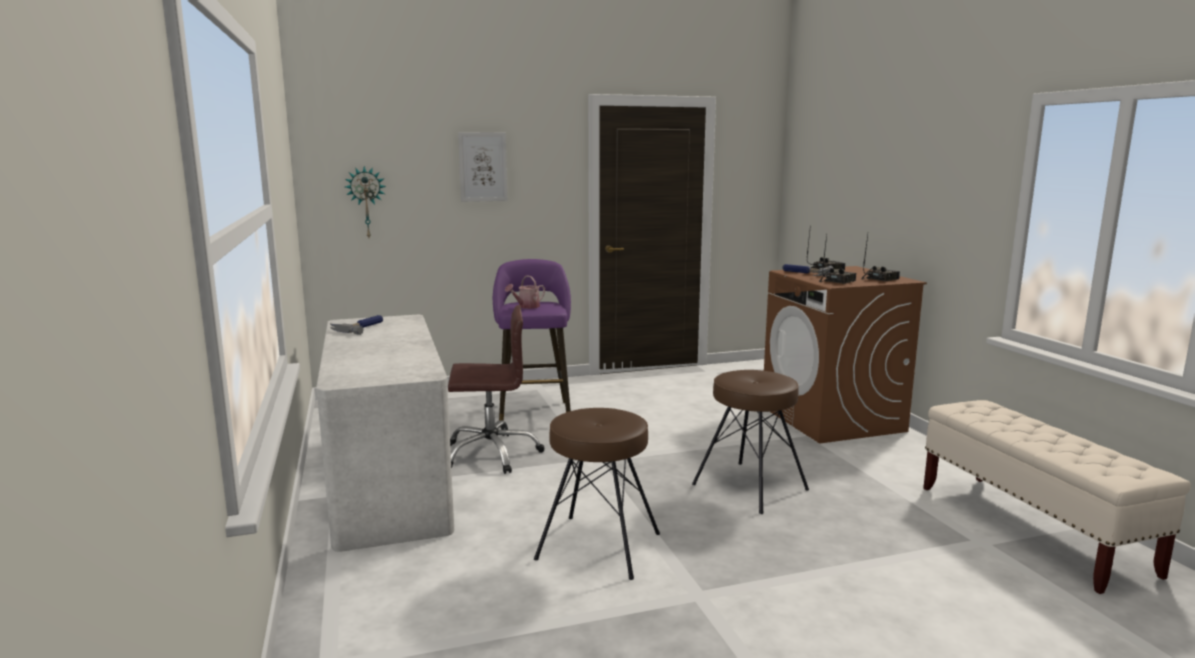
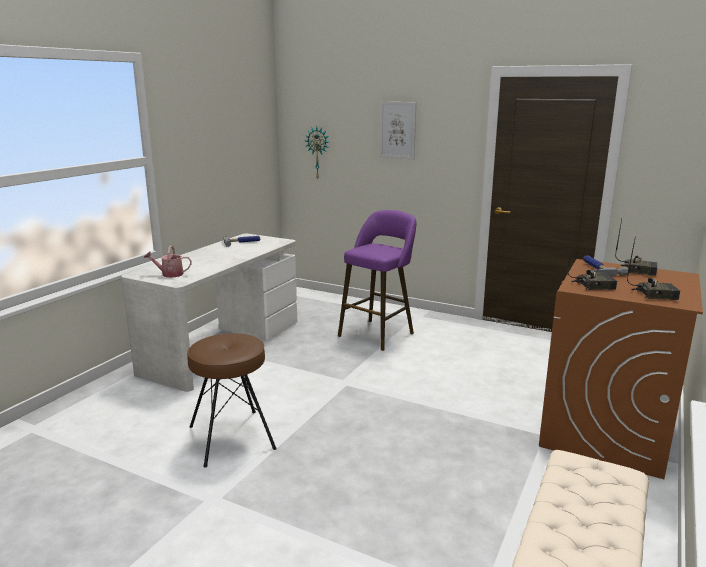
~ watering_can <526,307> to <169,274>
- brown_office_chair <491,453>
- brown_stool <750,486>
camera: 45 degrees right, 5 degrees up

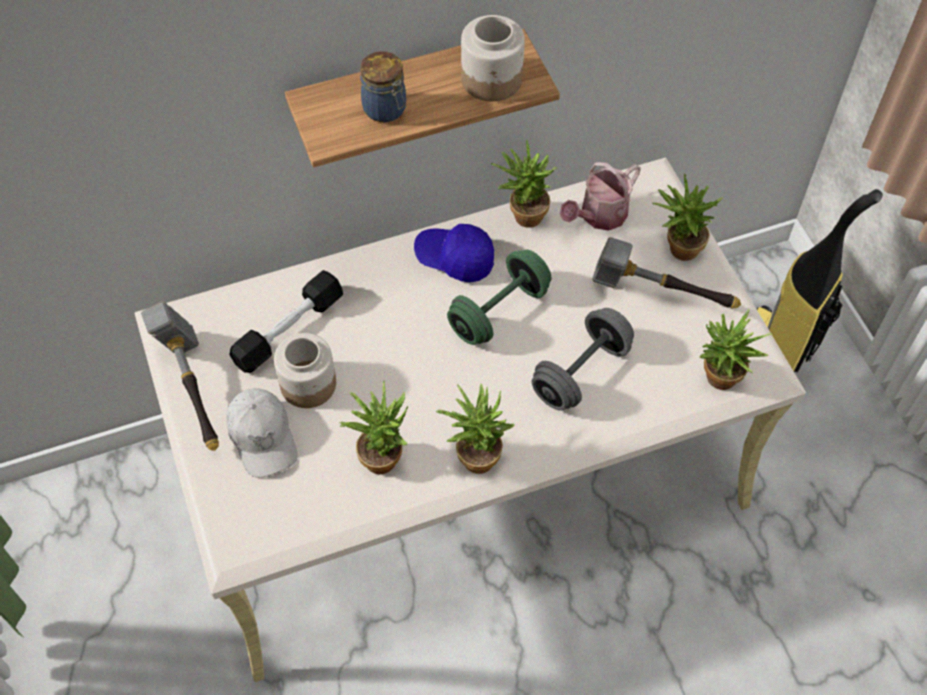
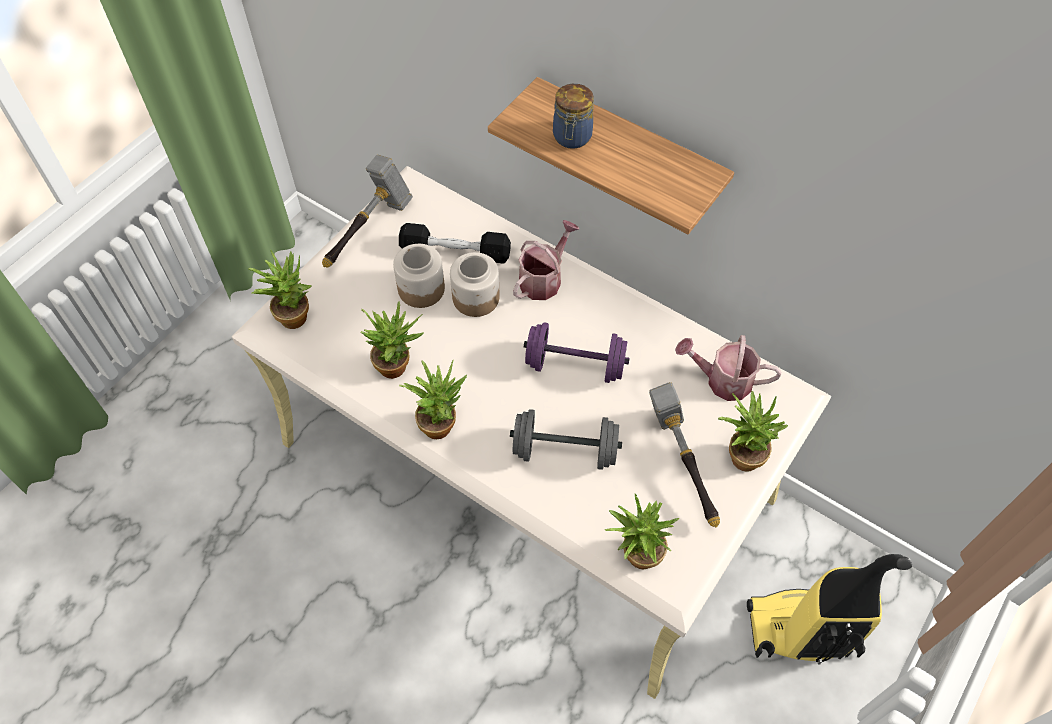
~ jar <492,80> to <475,298>
~ potted_plant <522,215> to <292,313>
- blue_cap <455,259>
~ green_dumbbell <499,311> to purple_dumbbell <575,365>
- white_cap <263,437>
+ watering_can <544,279>
camera: 55 degrees right, 0 degrees up

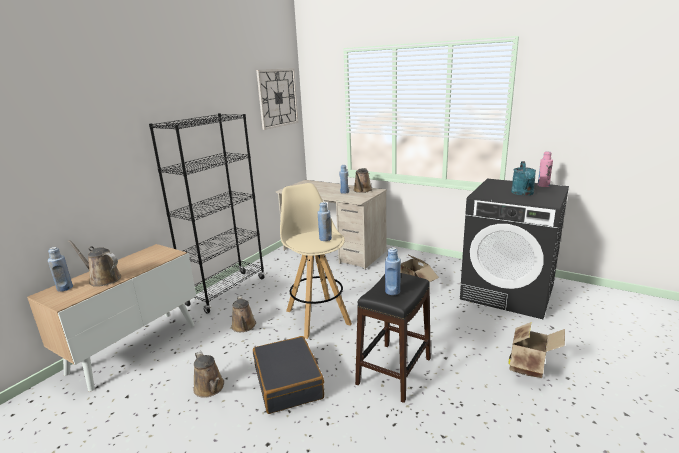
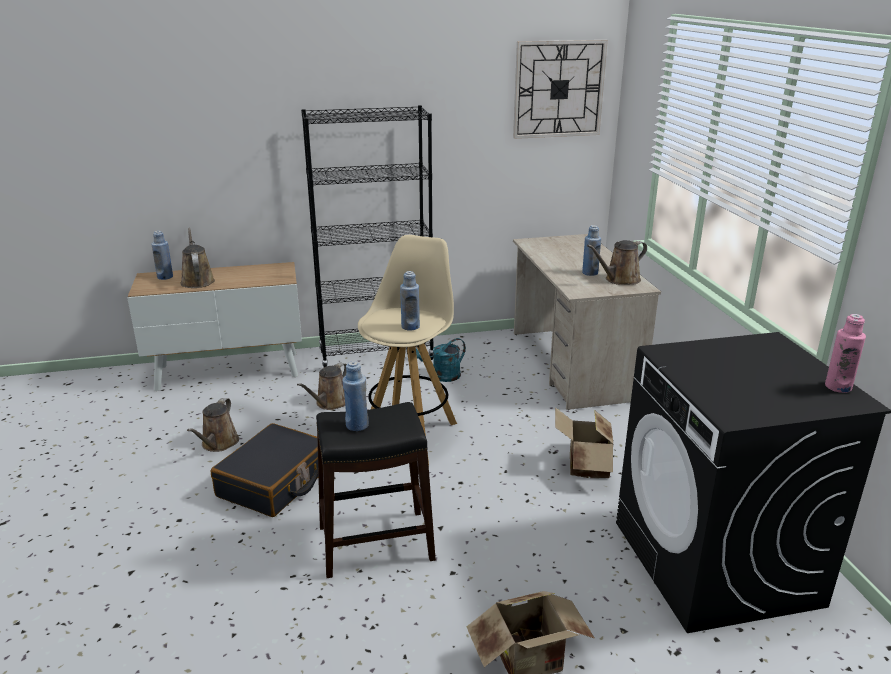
~ turquoise_watering_can <523,193> to <441,377>
camera: 45 degrees right, 5 degrees up

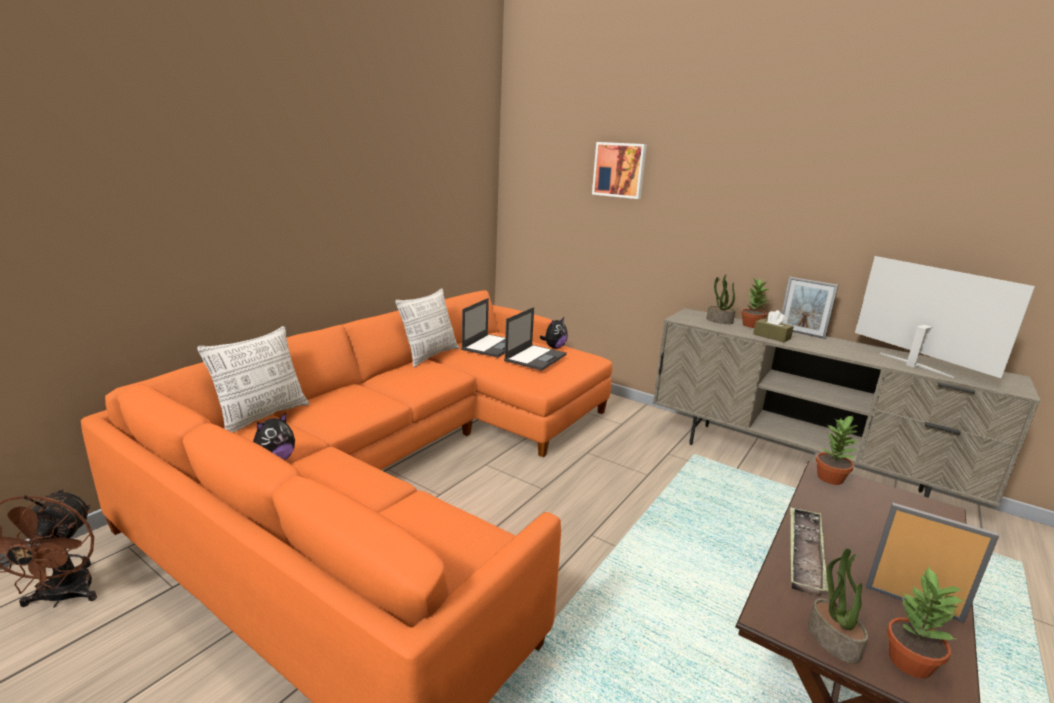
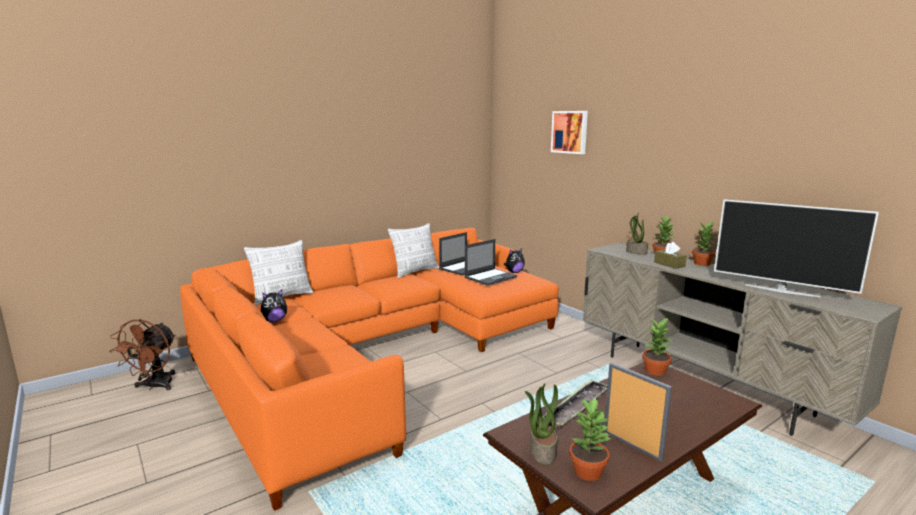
~ television <914,365> = <781,290> 135 degrees clockwise
~ picture_frame <801,333> to potted_plant <702,264>
camera: 20 degrees right, 5 degrees down

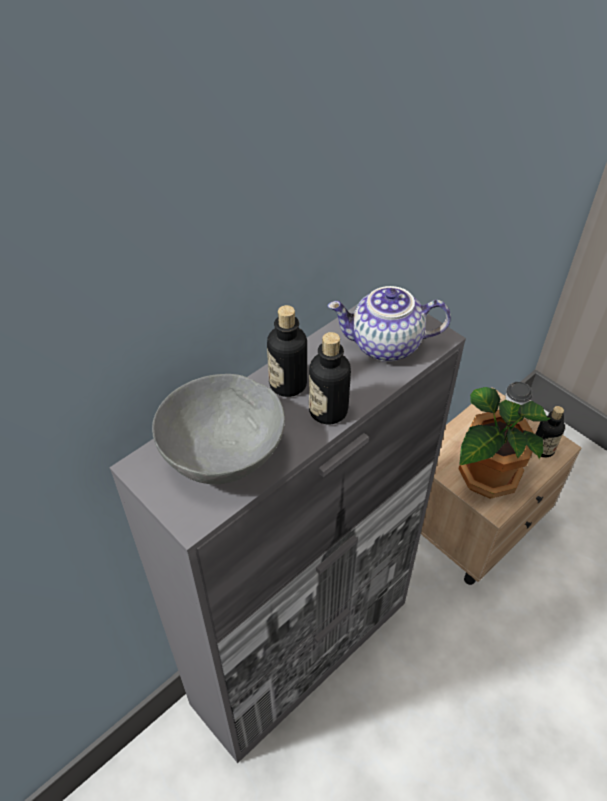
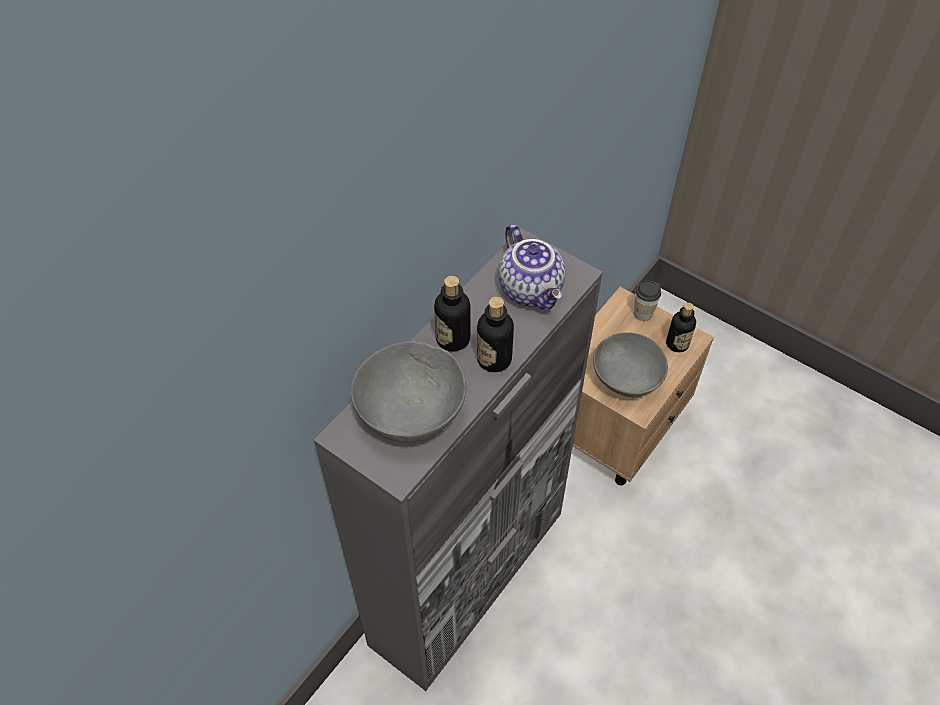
~ teapot <385,346> = <532,289> 105 degrees counterclockwise
~ potted_plant <486,476> to grey_bowl <626,379>
camera: 10 degrees left, 5 degrees up

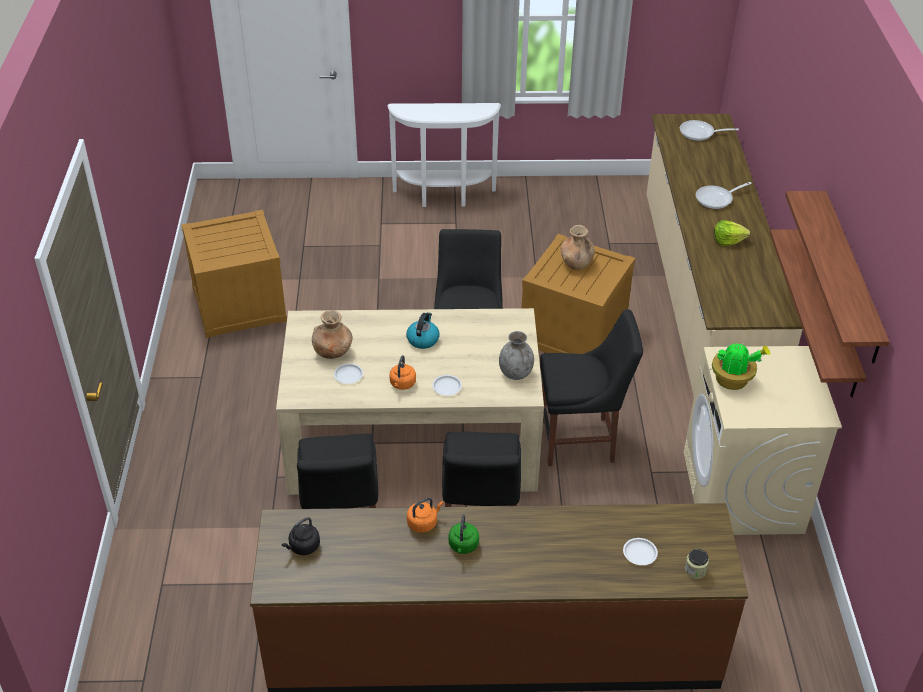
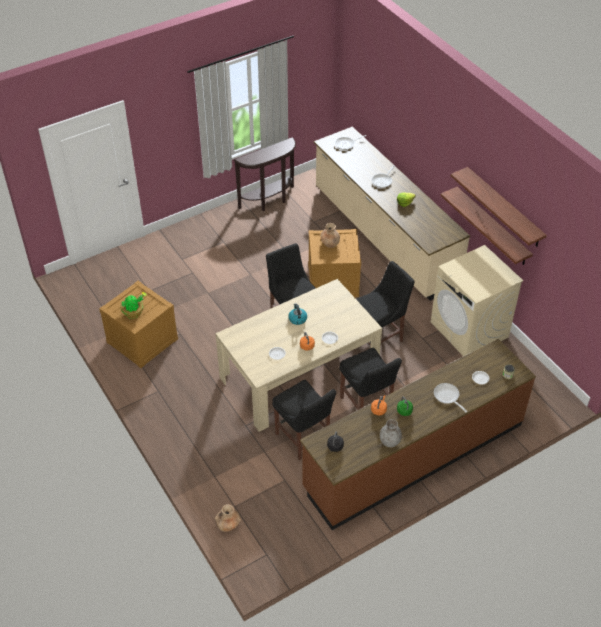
- white_console_table <444,197>
~ brown_vase <333,351> to <228,524>
~ grey_vase <516,373> to <390,441>
~ potted_plant <733,380> to <134,313>
+ brown_console_table <270,201>
+ frying_pan <447,397>
camera: 30 degrees left, 5 degrees up

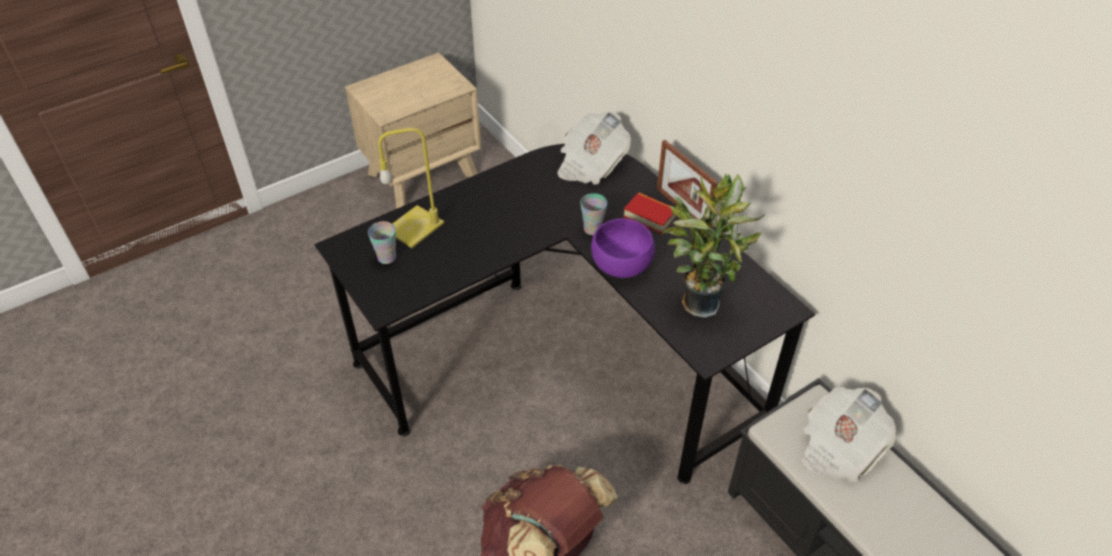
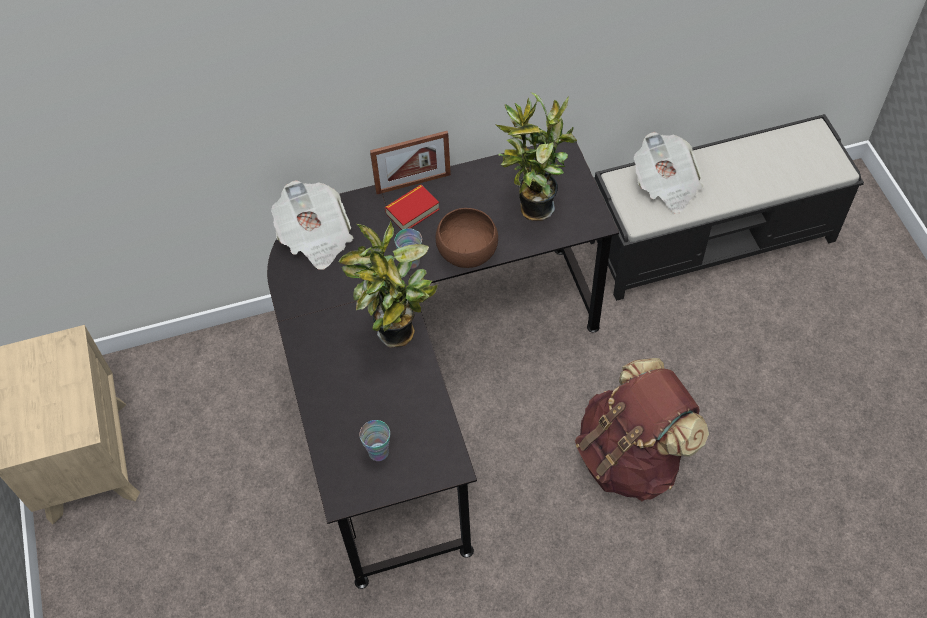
- yellow_table_lamp <415,226>
~ purple_bowl <622,264> to brown_bowl <467,251>
+ potted_plant <397,336>
camera: 70 degrees left, 10 degrees up

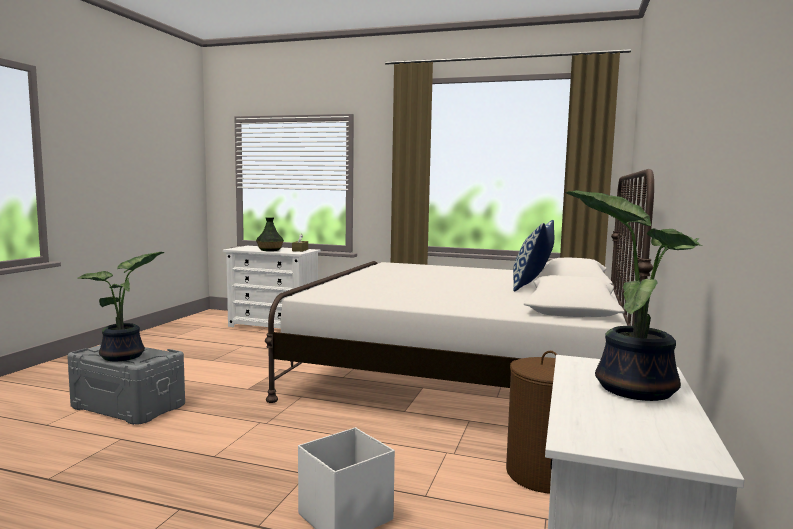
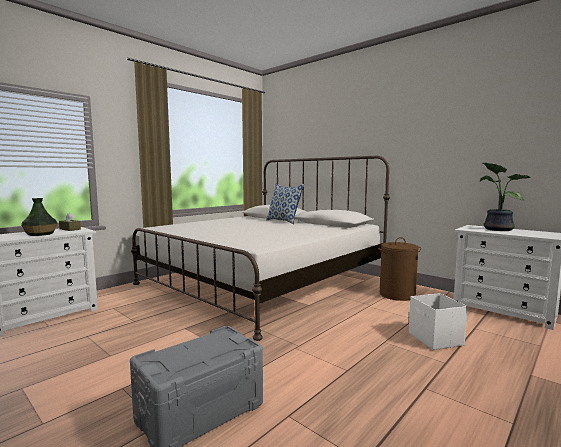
- potted_plant <125,356>
camera: 65 degrees left, 0 degrees up

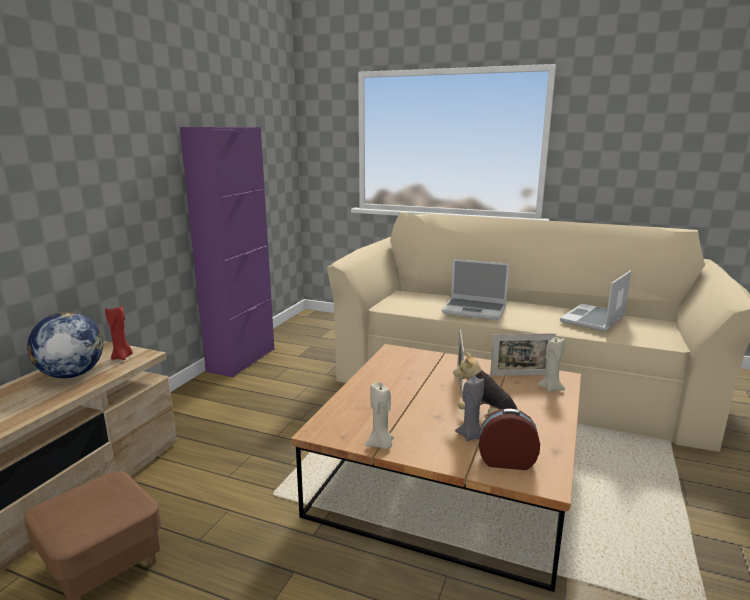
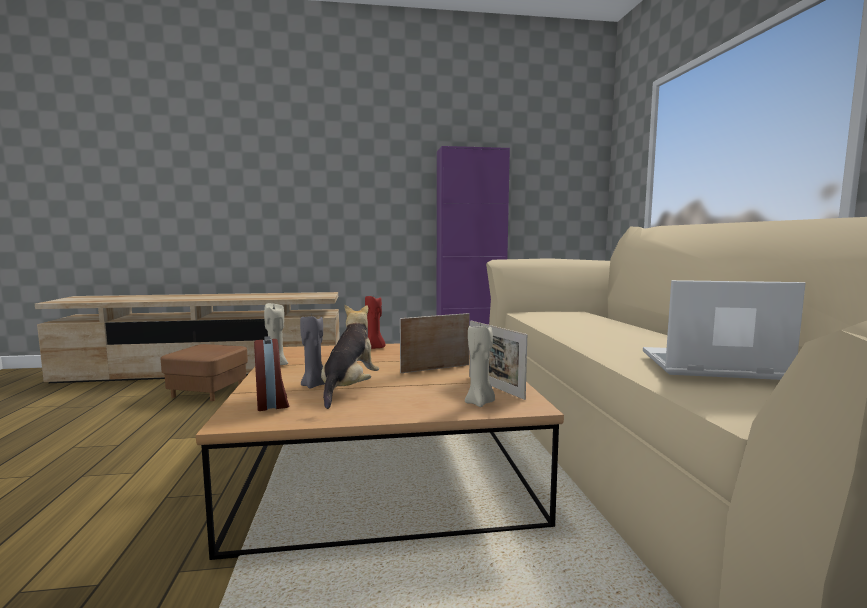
- laptop <475,310>
~ red_candle <122,357> to <374,348>
- globe <71,375>
camera: 60 degrees right, 10 degrees down

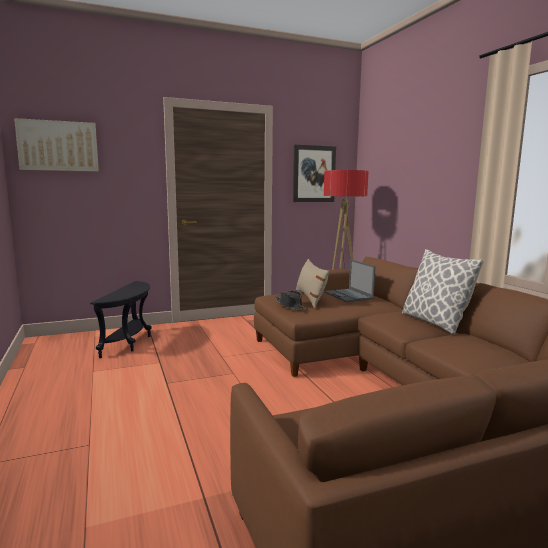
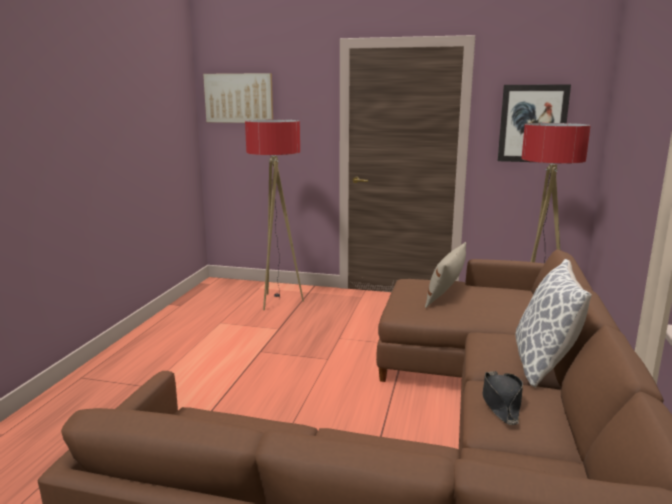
- laptop <348,295>
~ black_side_table <130,342> to floor_lamp <278,301>
~ black_hat <290,305> to <500,402>
camera: 35 degrees right, 5 degrees up

